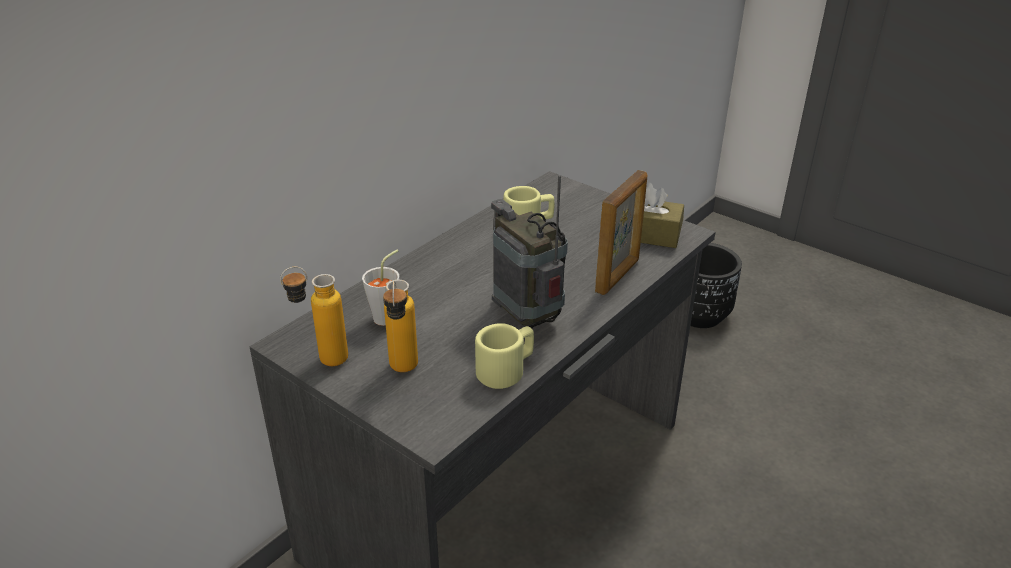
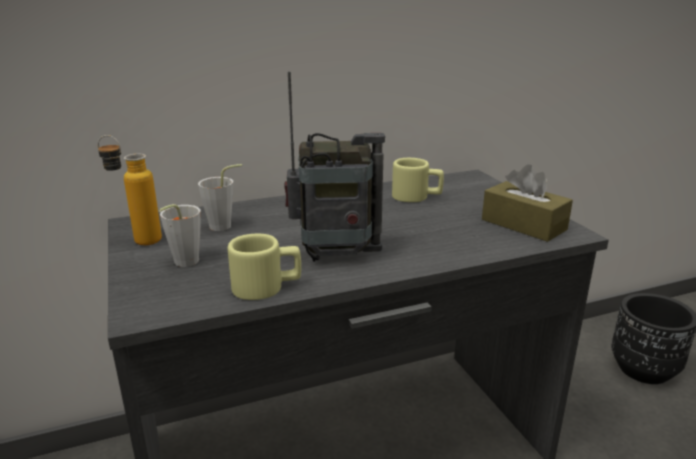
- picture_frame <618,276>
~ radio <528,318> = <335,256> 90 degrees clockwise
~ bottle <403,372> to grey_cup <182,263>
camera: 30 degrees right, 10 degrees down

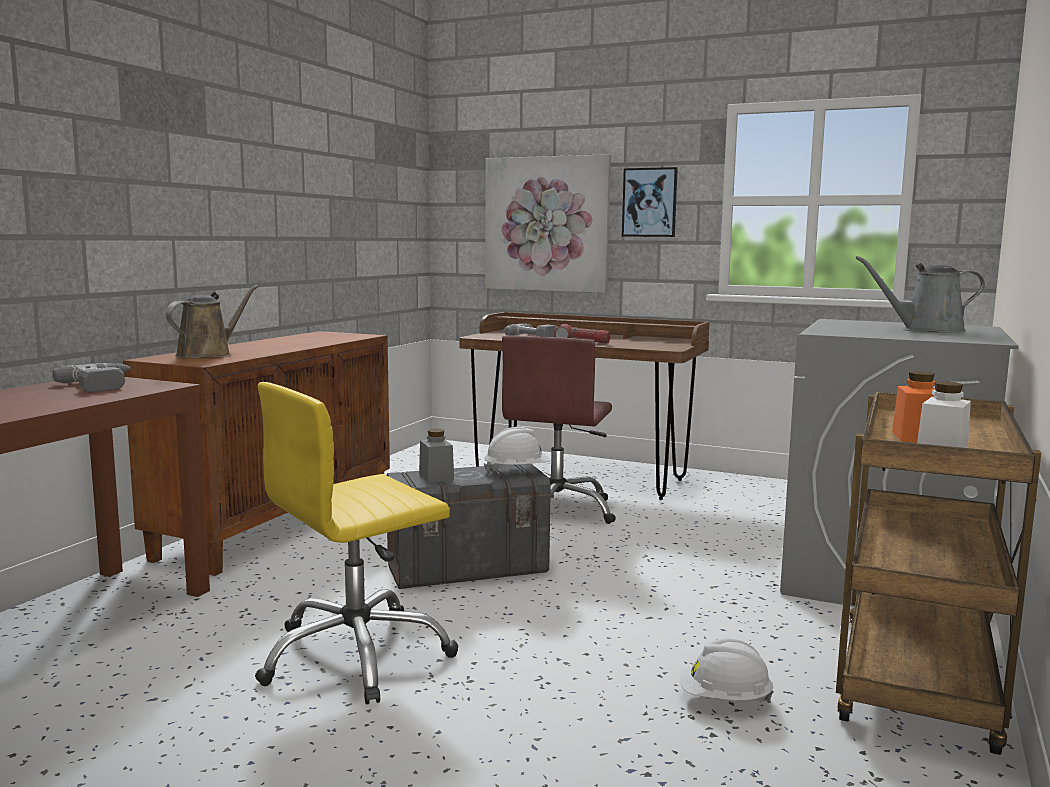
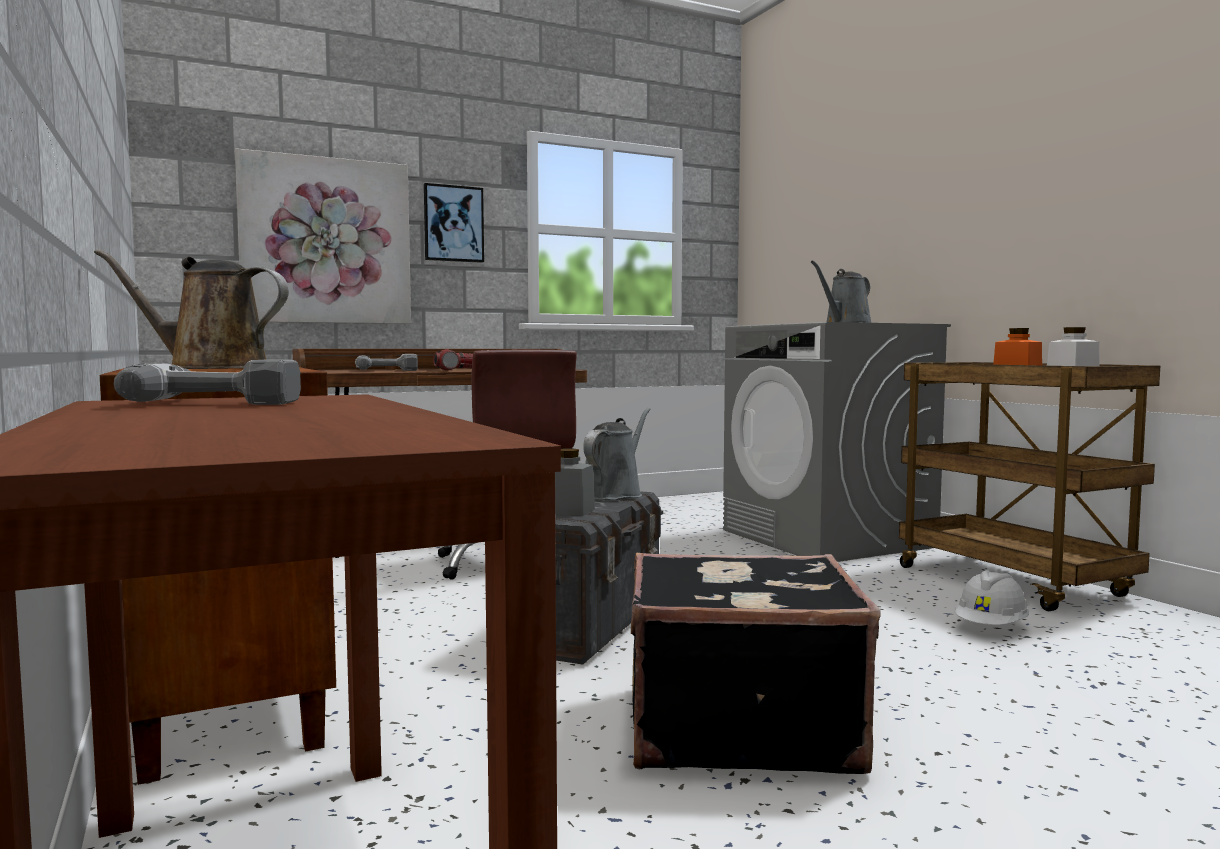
~ brown_watering_can <208,355> = <210,369> 60 degrees counterclockwise
~ yellow_office_chair <356,656> to black_suitcase <737,726>
~ white_hard_hat <517,471> to grey_watering_can <613,494>
camera: 50 degrees left, 5 degrees down

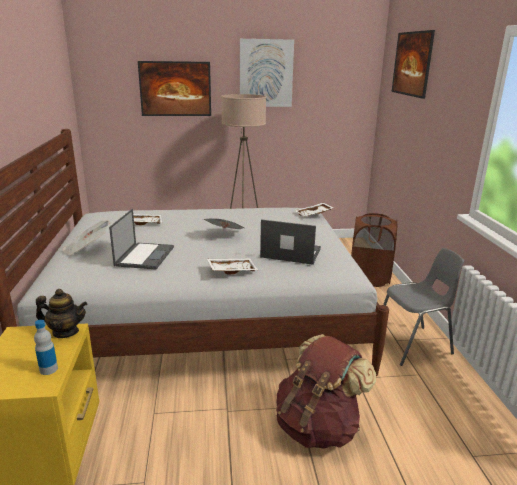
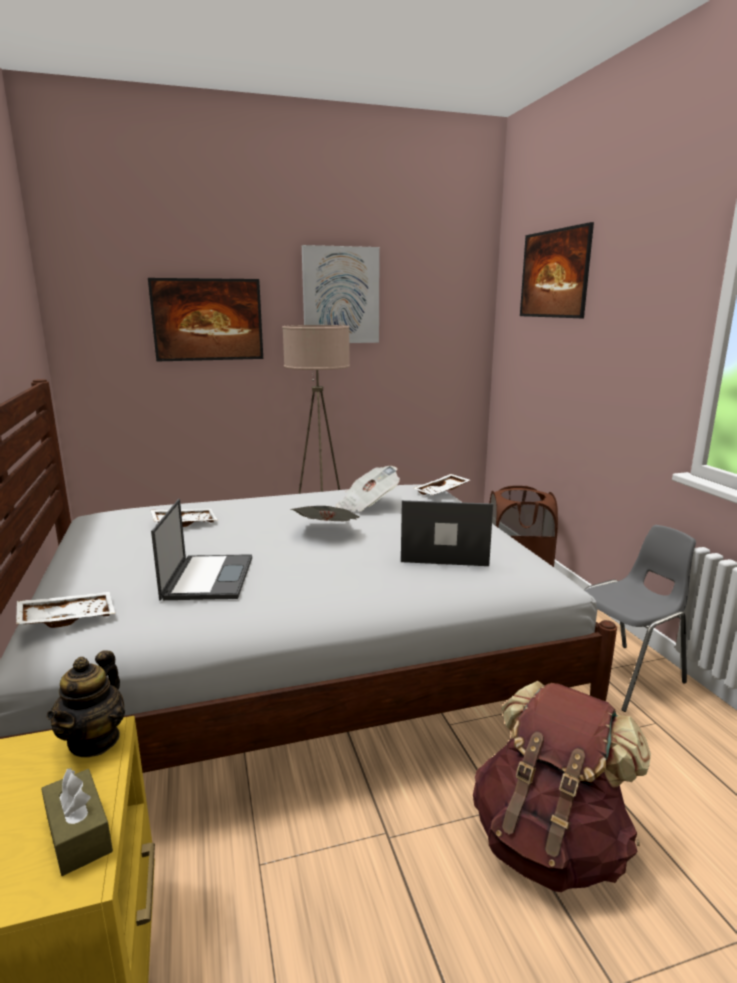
~ newspaper <87,249> to <367,505>
~ white_tray <232,270> to <68,618>
~ teapot <65,332> = <94,740> 105 degrees clockwise
~ bottle <48,369> to brown_tissue_box <78,833>
camera: 10 degrees left, 5 degrees down

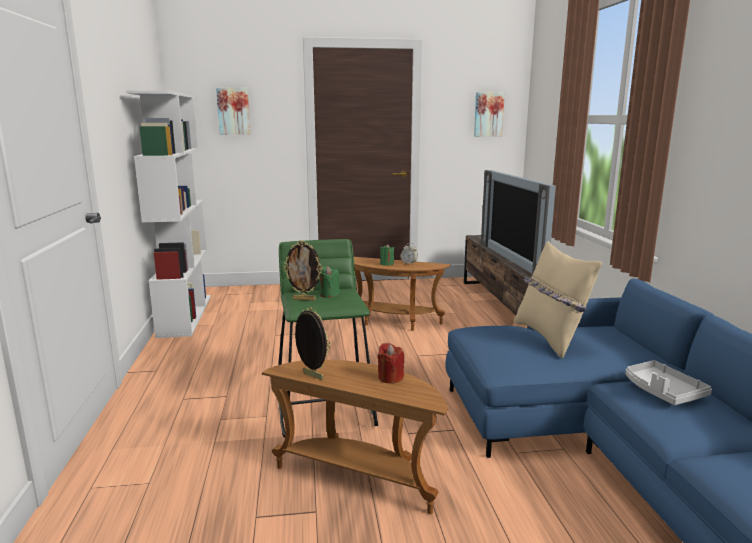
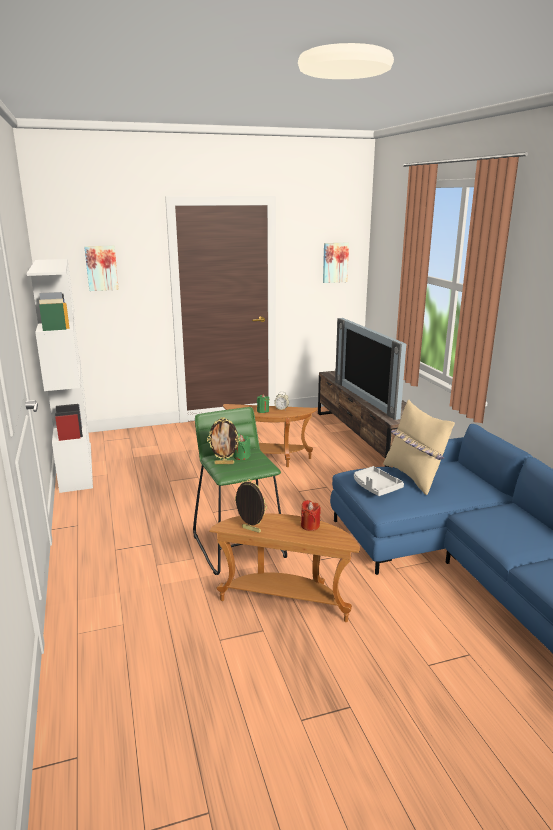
~ grey_tray <662,391> to <375,487>
camera: 10 degrees left, 5 degrees up

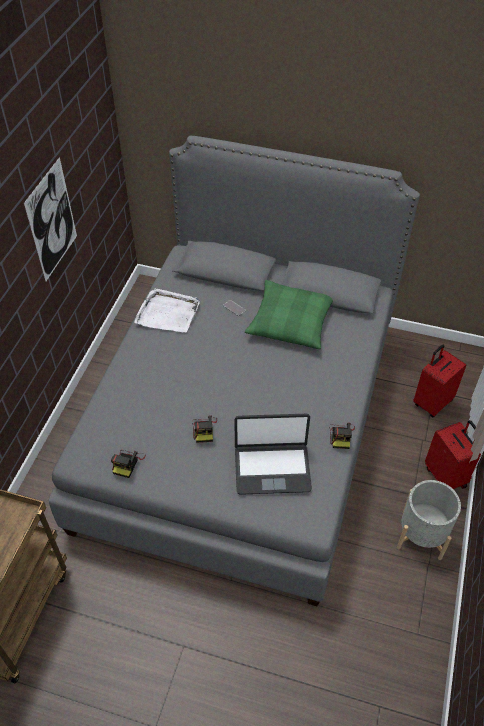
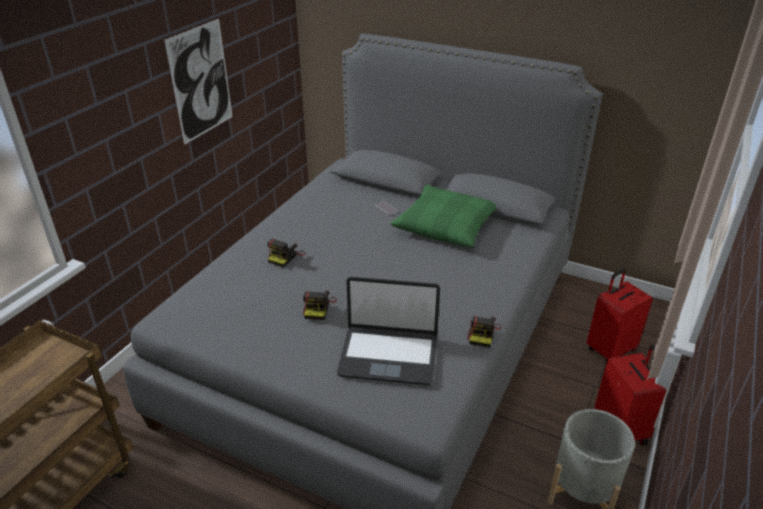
- white_tray <168,313>
~ photo_camera <128,463> to <286,257>
camera: 10 degrees right, 15 degrees down

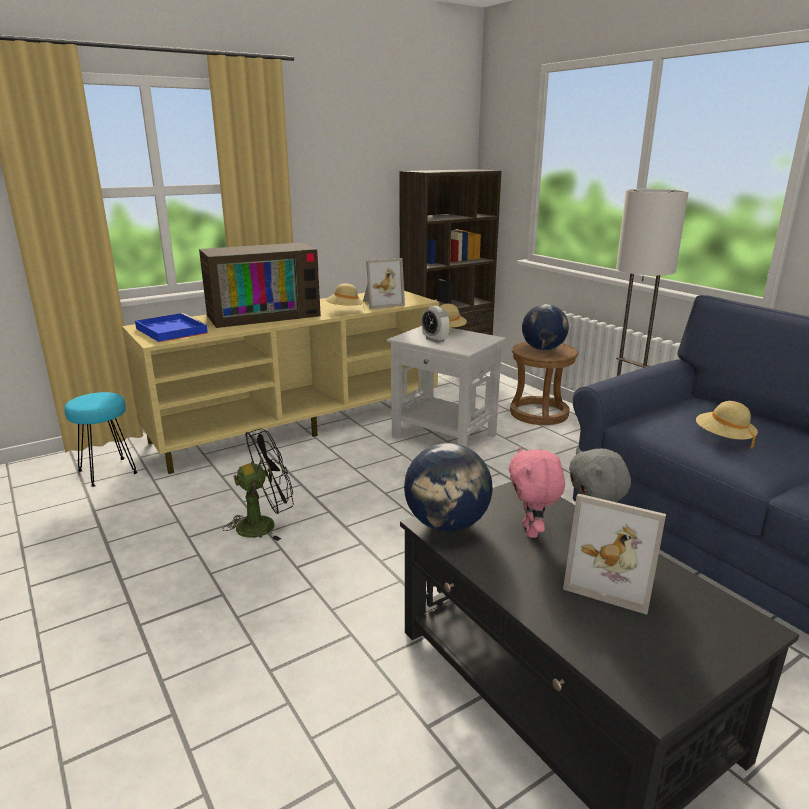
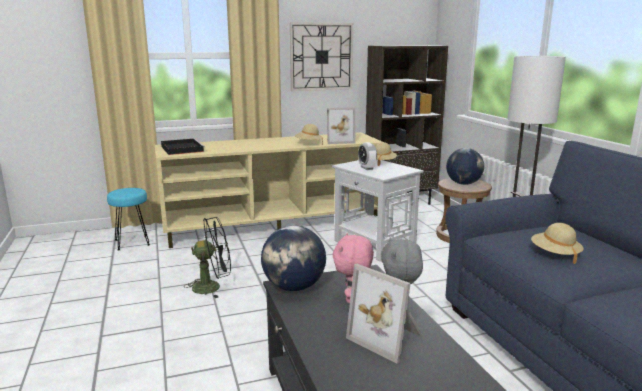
- television <264,315>
~ blue_tray <170,330> to black_tray <181,149>
+ wall_clock <321,57>
camera: 15 degrees right, 5 degrees down

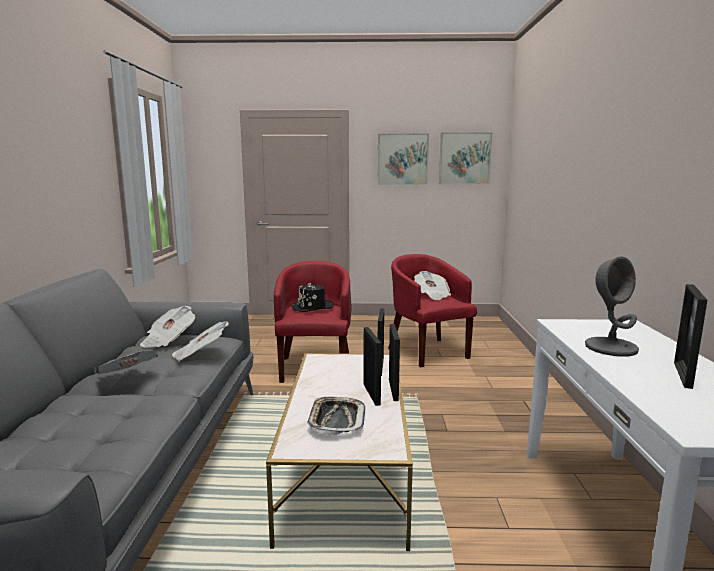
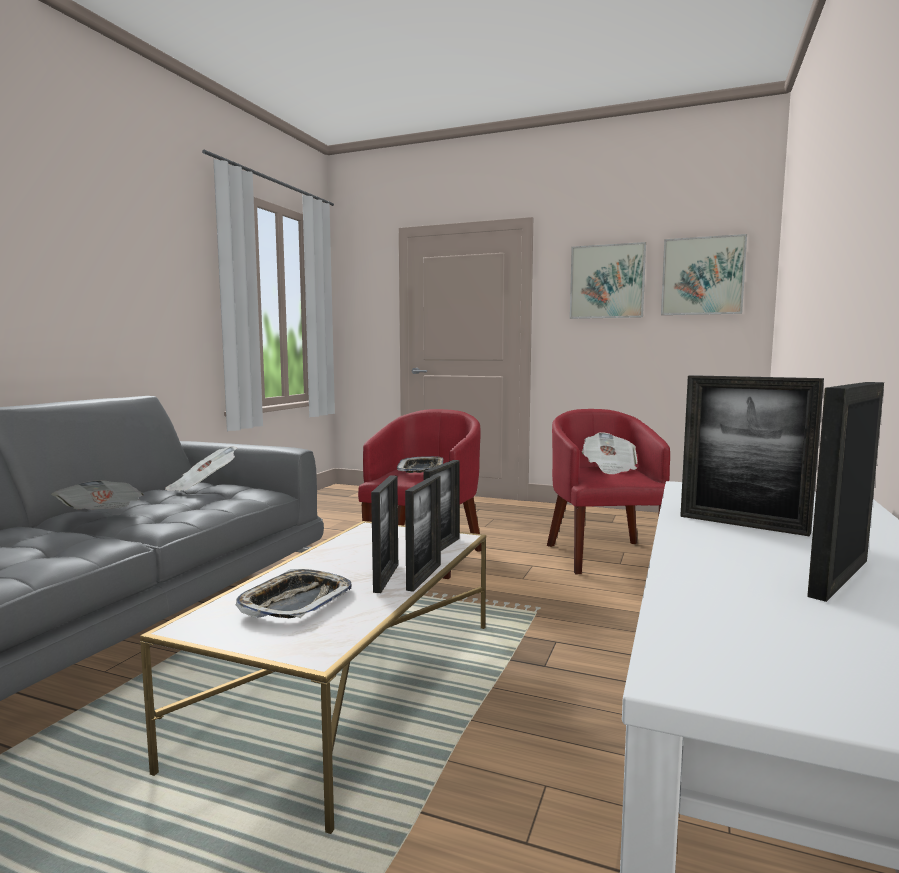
~ grey_table_lamp <611,347> to picture_frame <742,524>
~ black_hat <313,307> to tray <421,469>
- newspaper <200,355>
camera: 20 degrees right, 5 degrees down

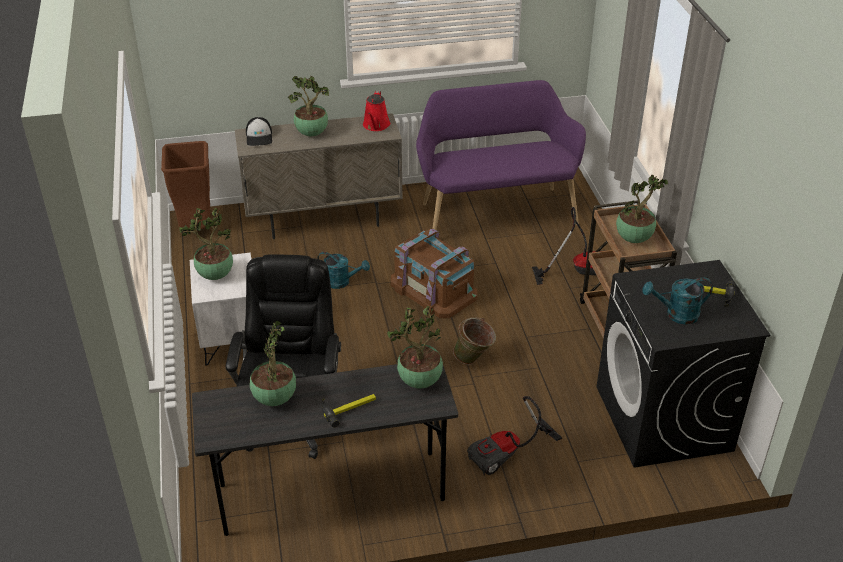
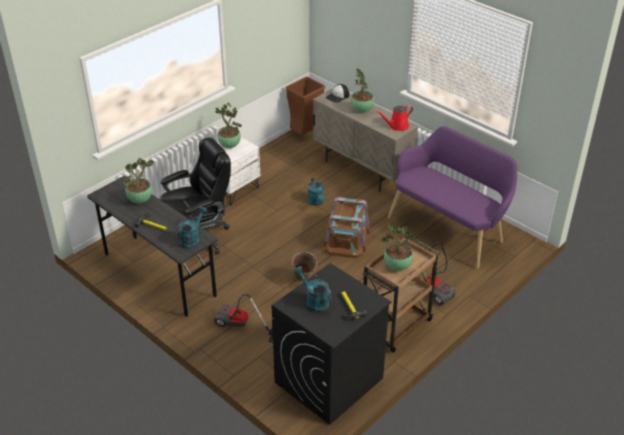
~ potted_plant <418,382> to turquoise_watering_can <192,239>
camera: 55 degrees right, 0 degrees up

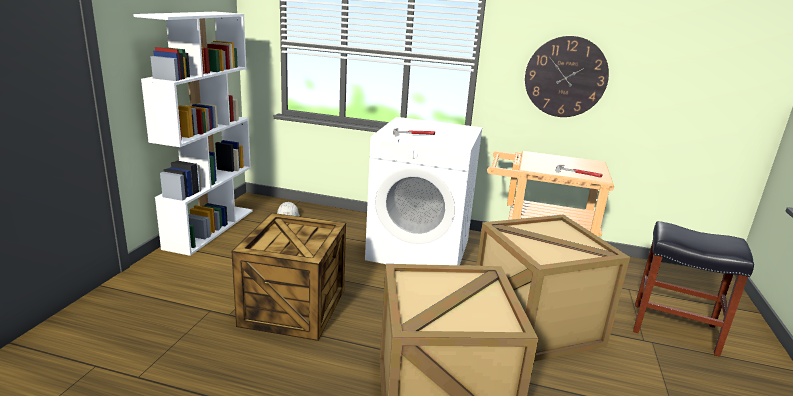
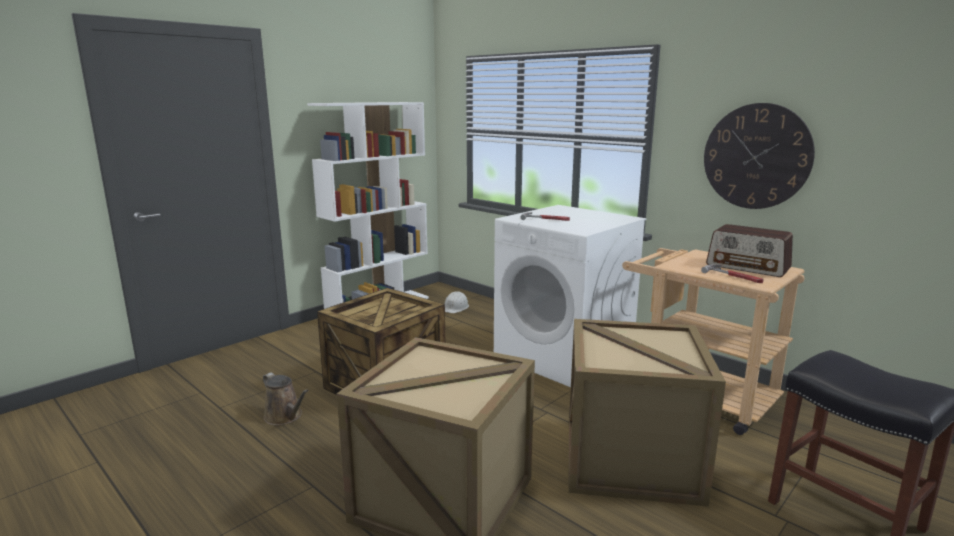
+ radio <748,267>
+ brown_watering_can <285,416>
camera: 30 degrees right, 5 degrees down

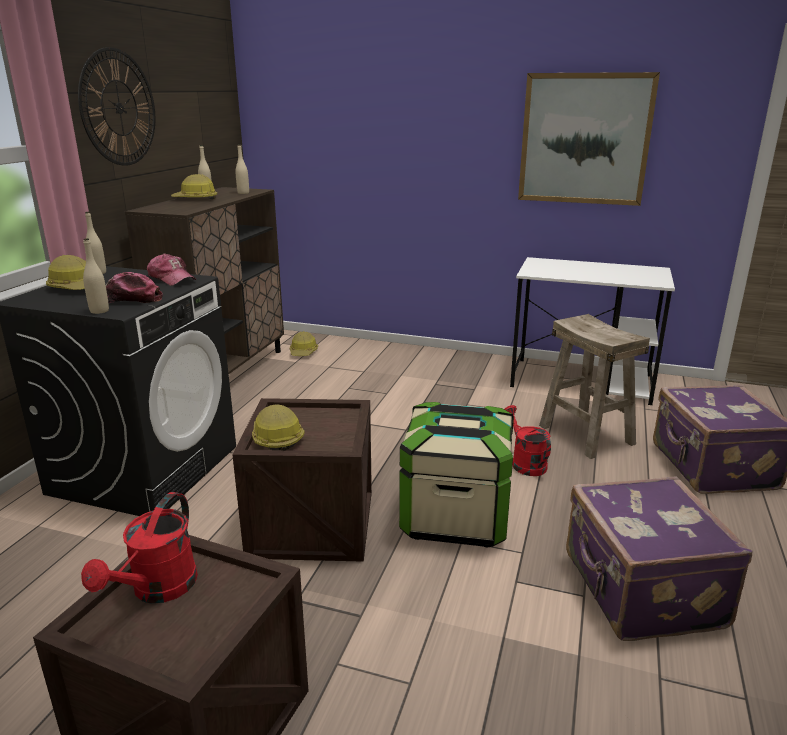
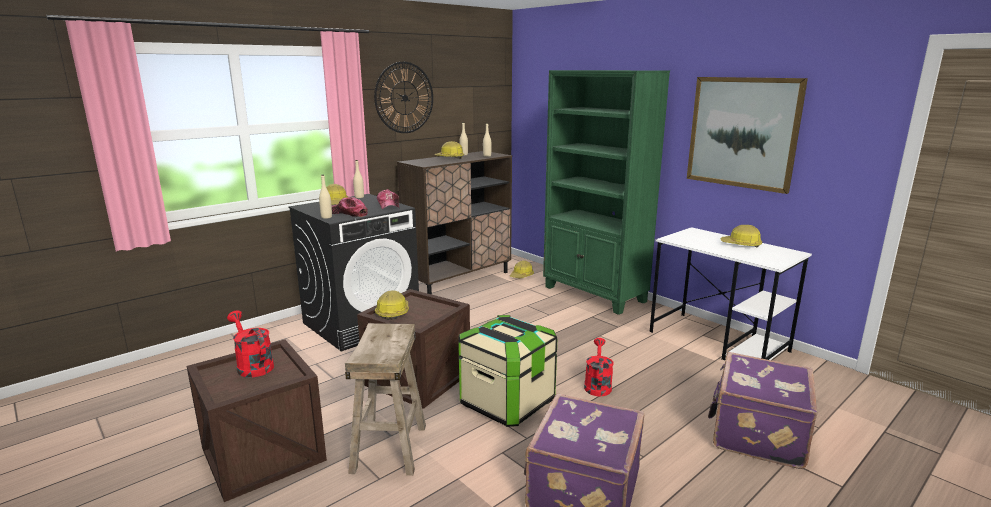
~ beige_stool <585,434> to <389,447>
~ red_watering_can <158,590> = <252,365> 90 degrees clockwise
+ green_bookcase <594,294>
+ hard_hat <741,245>
camera: 30 degrees right, 5 degrees down

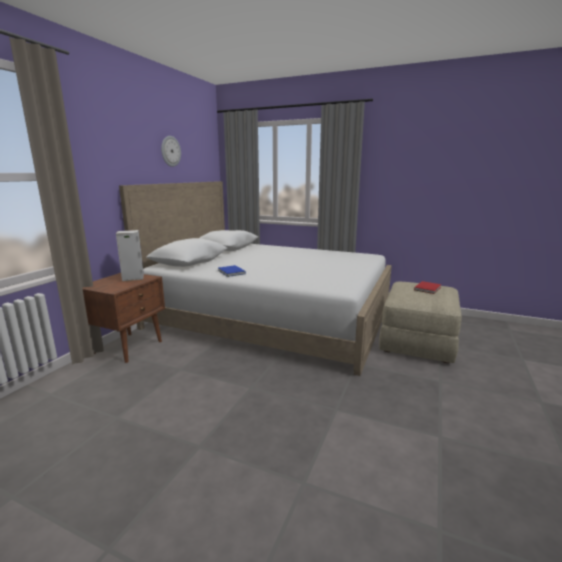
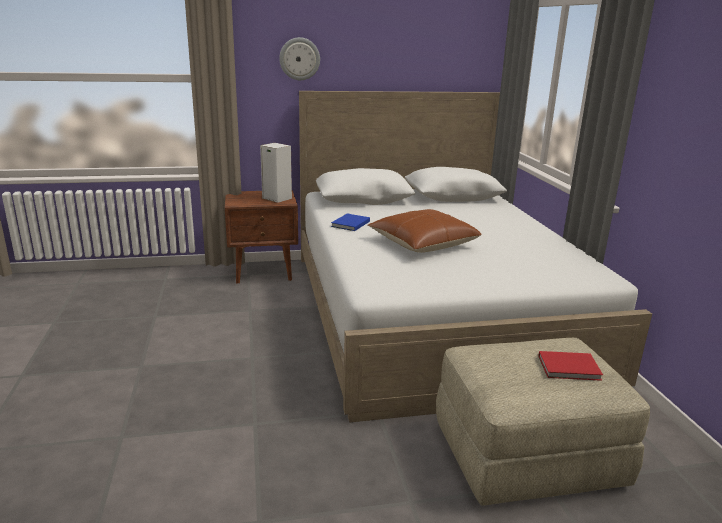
~ wall_clock <170,151> to <299,59>
+ brown_pillow <422,243>
camera: 55 degrees right, 5 degrees up

